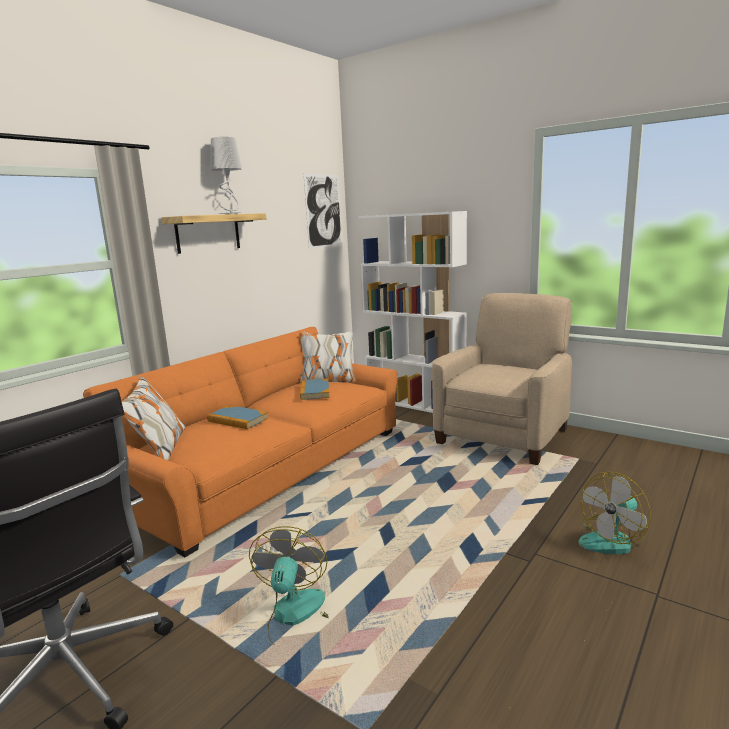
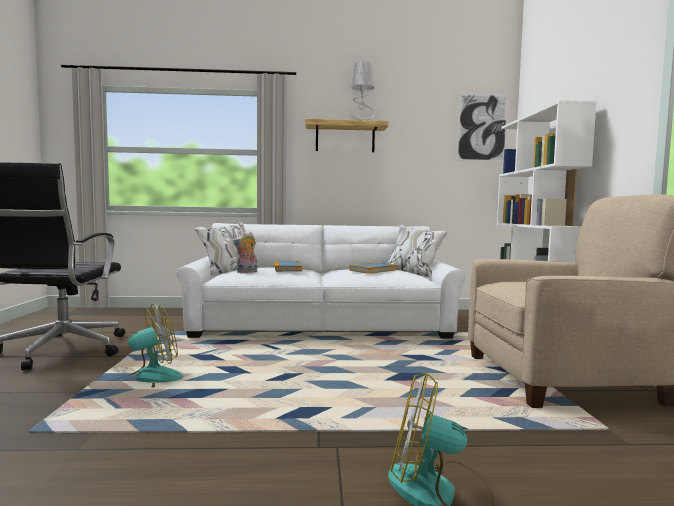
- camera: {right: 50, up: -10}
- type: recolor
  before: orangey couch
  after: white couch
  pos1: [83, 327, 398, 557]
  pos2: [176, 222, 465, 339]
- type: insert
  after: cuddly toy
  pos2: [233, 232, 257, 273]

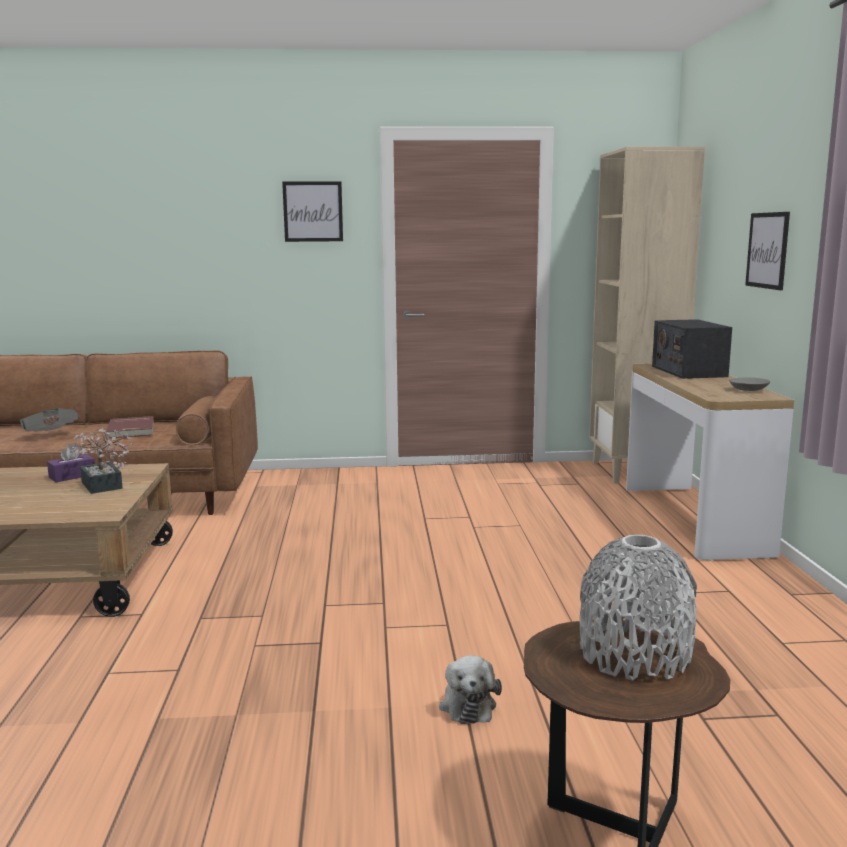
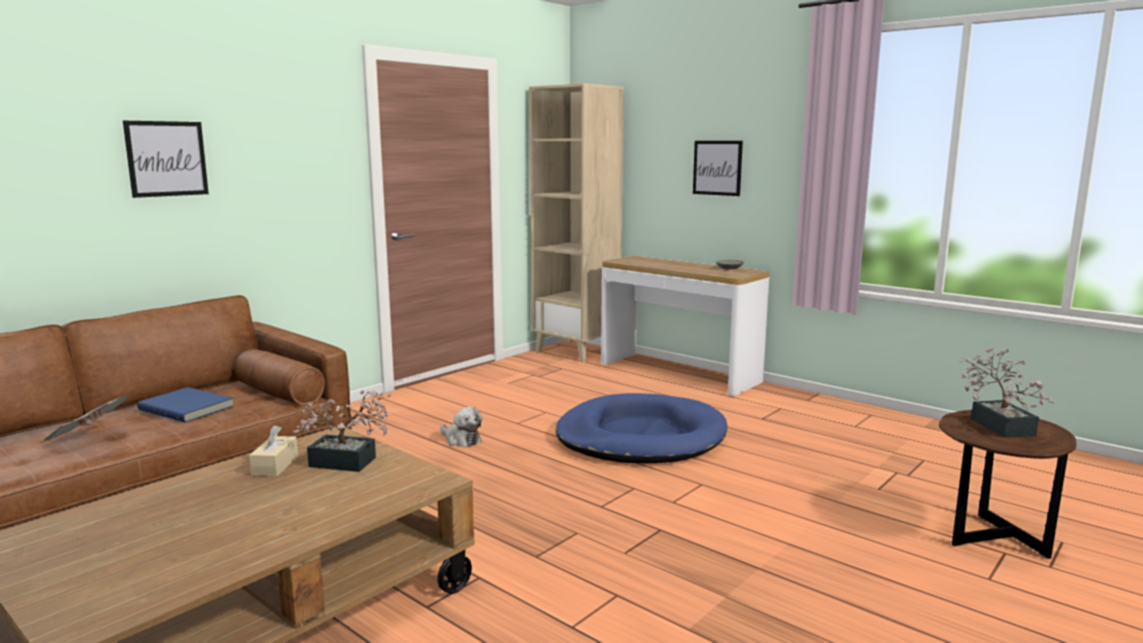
- camera: {right: -45, up: 0}
- type: move
  before: picture
  pos1: [282, 181, 343, 242]
  pos2: [123, 121, 209, 198]
- type: delete
  before: radio set
  pos1: [652, 319, 732, 379]
- type: recolor
  before: red-coloured volume
  after: blue-coloured volume
  pos1: [105, 416, 154, 438]
  pos2: [137, 387, 234, 423]
- type: recolor
  before: purple tissue holder
  after: sand-coloured tissue holder
  pos1: [47, 444, 95, 482]
  pos2: [249, 425, 298, 477]
- type: replace
  before: grey vase
  after: potted plant
  pos1: [579, 535, 697, 680]
  pos2: [959, 347, 1055, 438]
- type: move
  before: cuddly toy
  pos1: [439, 655, 502, 724]
  pos2: [440, 406, 482, 447]
- type: insert
  after: blue-coloured pet bed
  pos2: [556, 393, 727, 464]

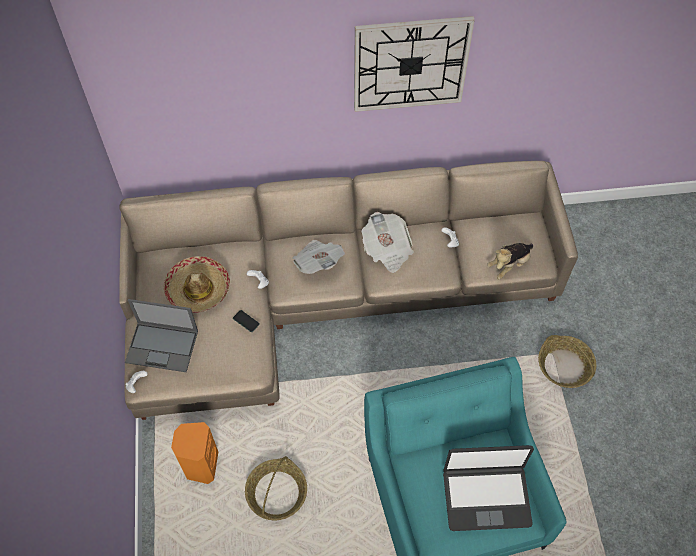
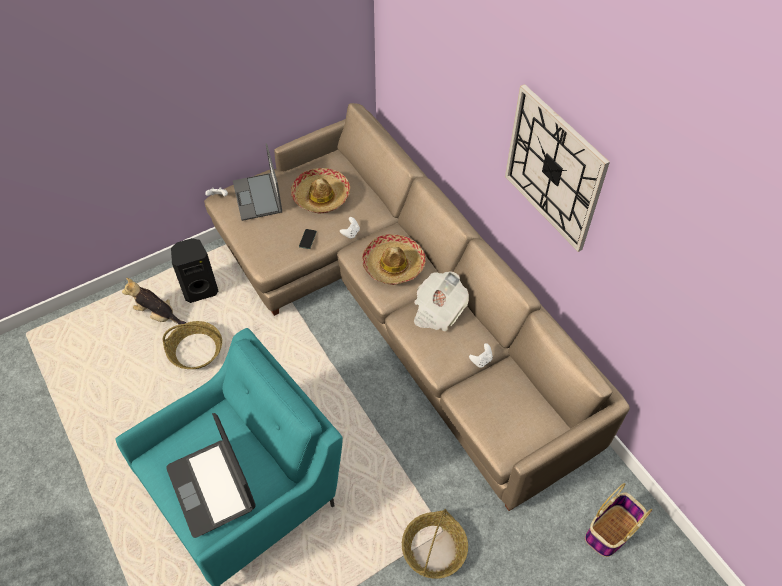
- camera: {right: 65, up: -5}
- type: replace
  before: printed paper
  after: wearable hat
  pos1: [292, 240, 345, 274]
  pos2: [362, 234, 426, 285]
- type: move
  before: cuddly toy
  pos1: [487, 243, 533, 280]
  pos2: [122, 278, 186, 325]
- type: recolor
  before: orangey loudspeaker
  after: blackish loudspeaker
  pos1: [171, 422, 218, 484]
  pos2: [171, 238, 218, 303]
- type: insert
  after: basket
  pos2: [585, 483, 652, 557]

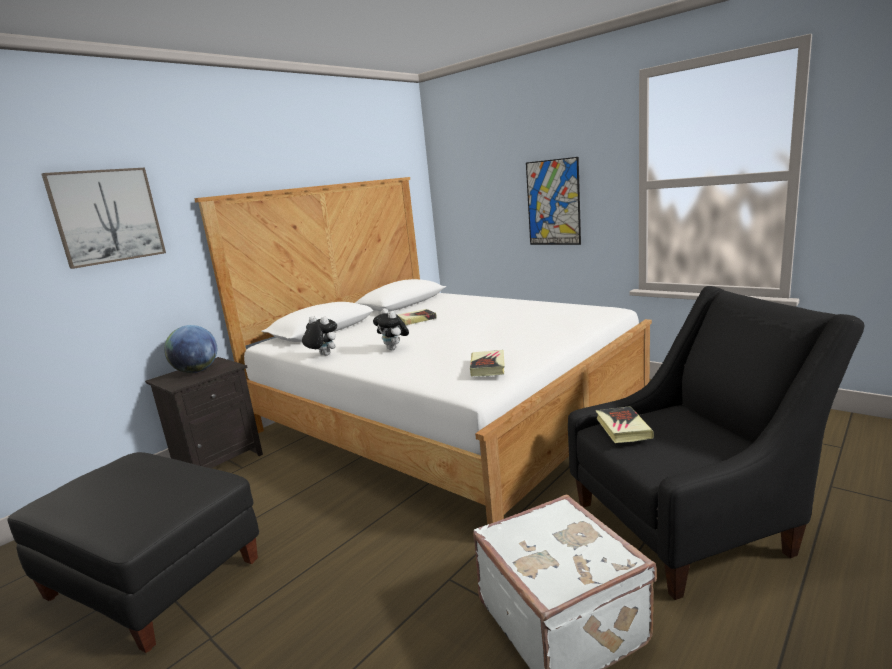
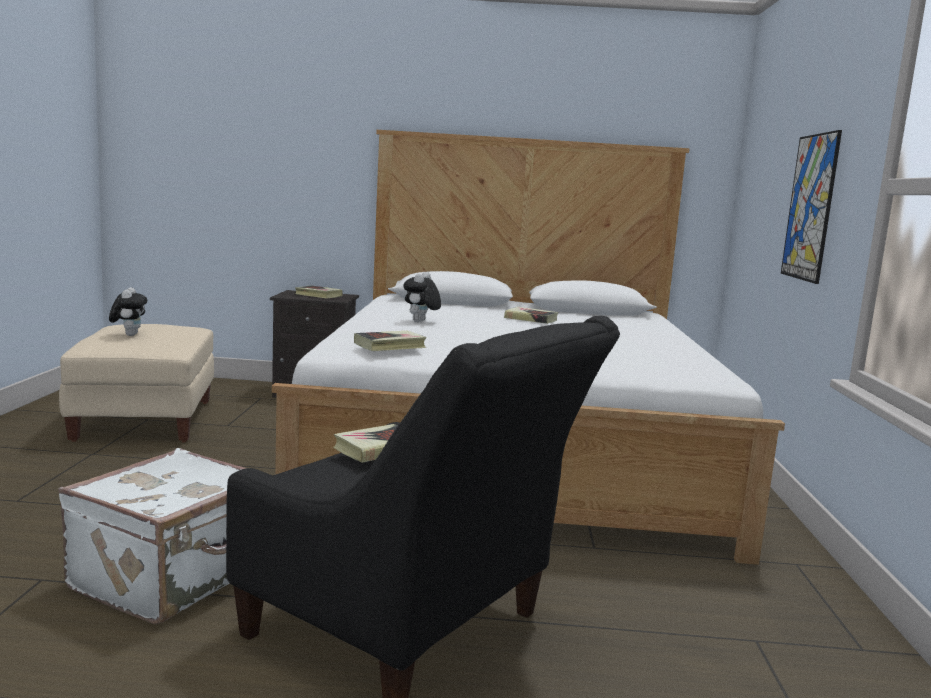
- camera: {right: 50, up: -5}
- type: delete
  before: picture
  pos1: [41, 168, 166, 269]
- type: move
  before: cuddly toy
  pos1: [302, 316, 337, 356]
  pos2: [109, 287, 147, 336]
- type: replace
  before: world globe
  after: volume
  pos1: [164, 325, 217, 373]
  pos2: [295, 285, 343, 299]
- type: recolor
  before: blackish ottoman
  after: sand-coloured ottoman
  pos1: [7, 452, 259, 653]
  pos2: [59, 324, 214, 442]

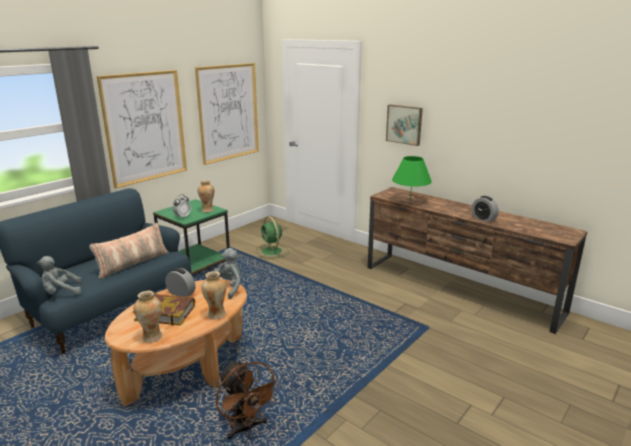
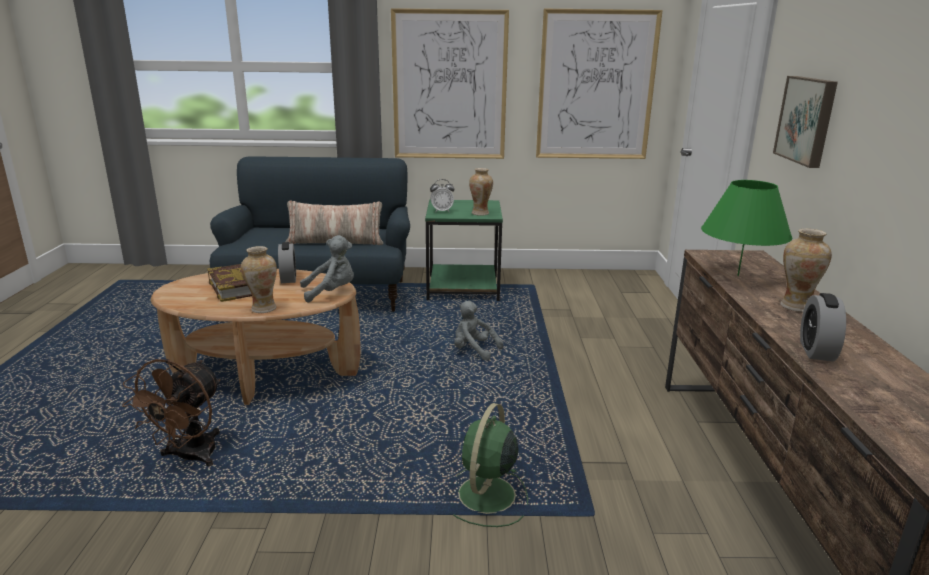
- camera: {right: 50, up: 0}
- type: move
  before: green fan
  pos1: [256, 216, 289, 259]
  pos2: [453, 403, 528, 527]
- type: move
  before: grey cuddly toy
  pos1: [37, 256, 82, 294]
  pos2: [454, 301, 503, 361]
- type: move
  before: vase
  pos1: [133, 291, 162, 342]
  pos2: [780, 229, 832, 312]

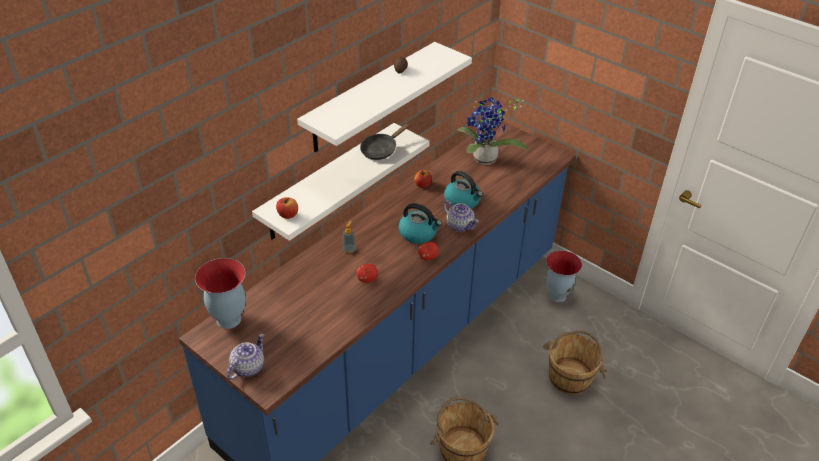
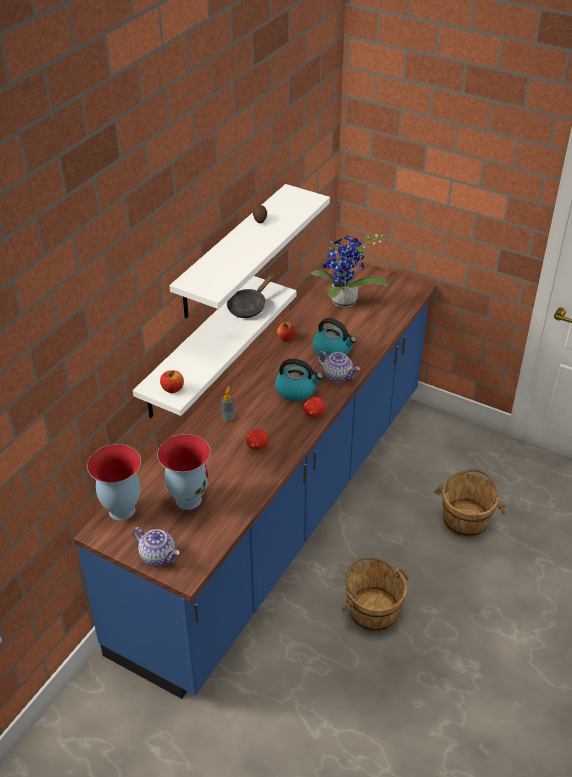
- camera: {right: -10, up: 0}
- type: move
  before: vase
  pos1: [546, 251, 582, 302]
  pos2: [157, 434, 210, 510]
- type: rotate
  before: teapot
  pos1: [226, 334, 264, 380]
  pos2: [133, 527, 180, 566]
  turn: 105

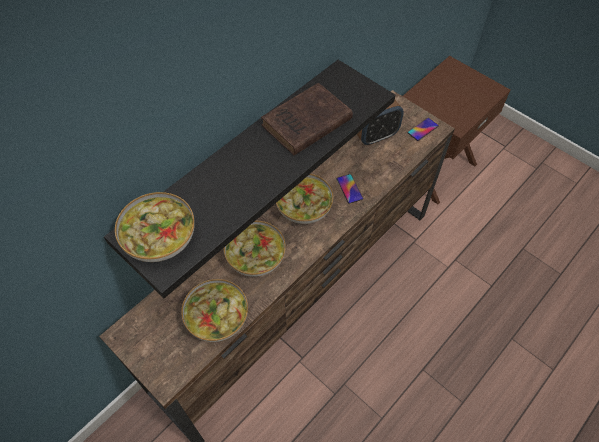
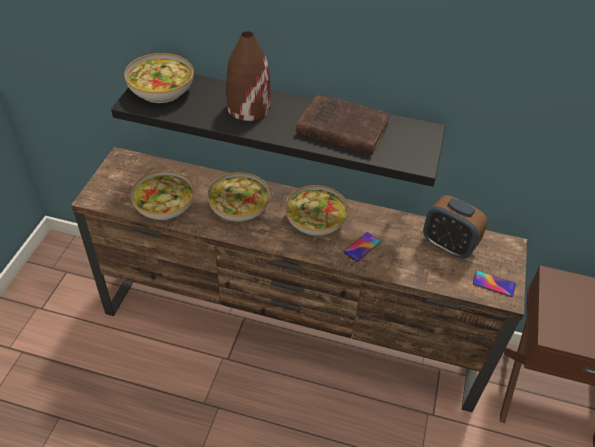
- camera: {right: 60, up: -10}
- type: insert
  after: brownish vase
  pos2: [226, 31, 271, 121]

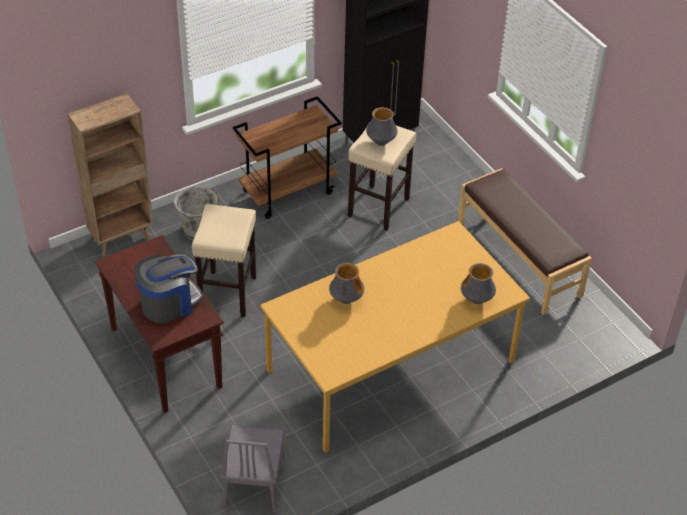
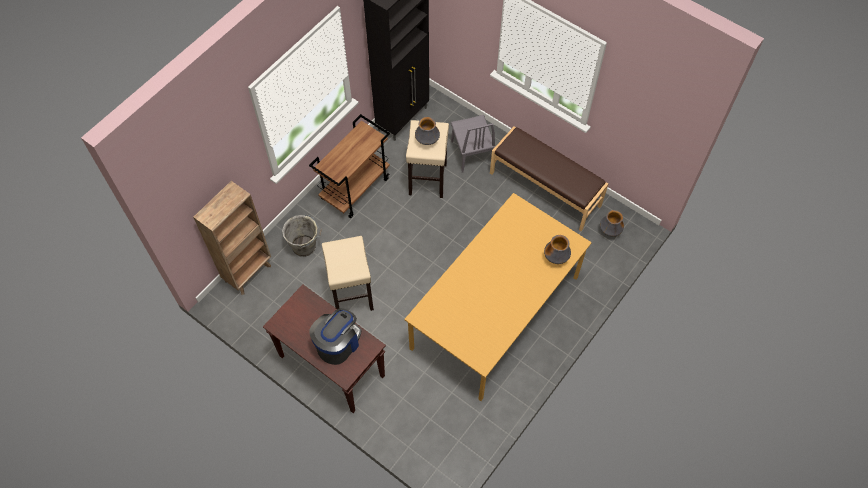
- camera: {right: -20, up: 15}
- type: move
  before: vase
  pos1: [329, 263, 364, 304]
  pos2: [600, 210, 624, 236]
- type: move
  before: grey plain chair
  pos1: [221, 425, 285, 512]
  pos2: [451, 115, 496, 173]

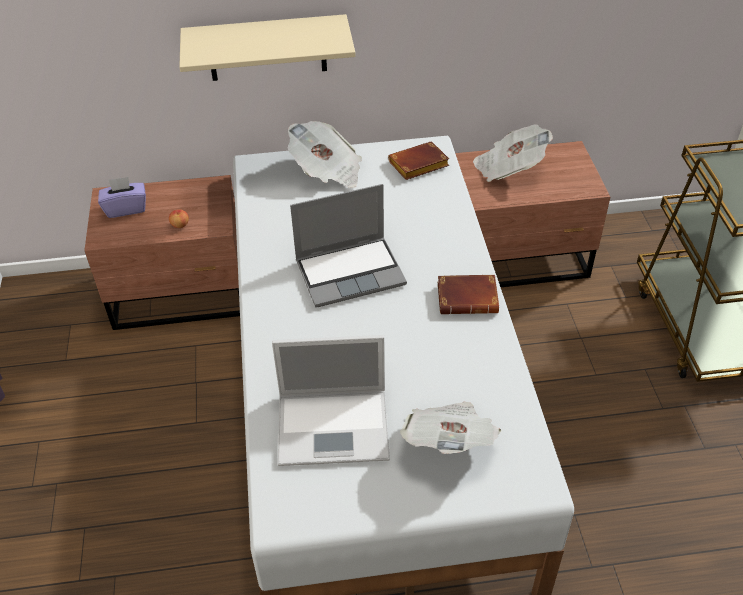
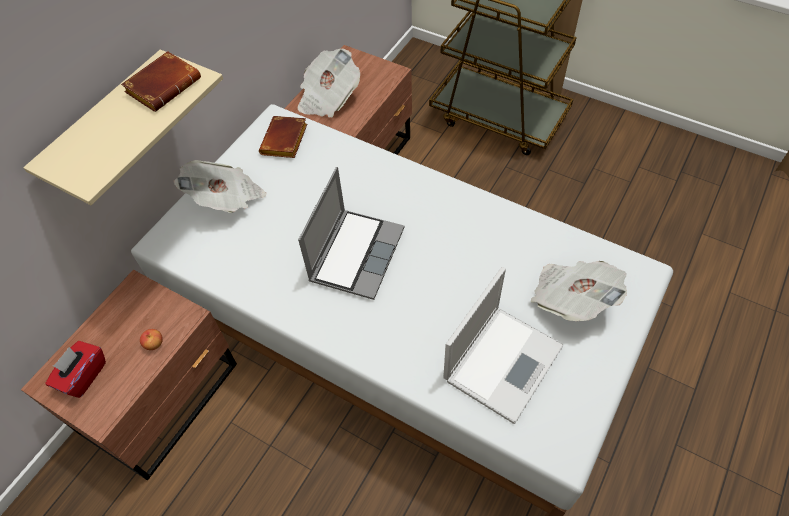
- camera: {right: -50, up: 10}
- type: recolor
  before: purple tissue holder
  after: red-coloured tissue holder
  pos1: [98, 177, 146, 218]
  pos2: [46, 341, 106, 398]
- type: move
  before: brownish volume
  pos1: [438, 275, 499, 315]
  pos2: [121, 51, 201, 112]

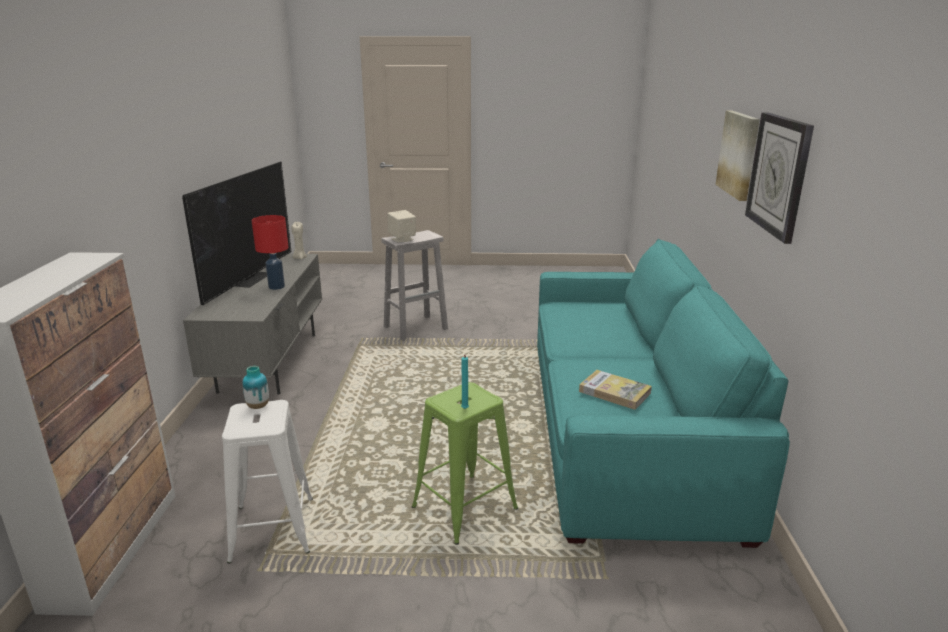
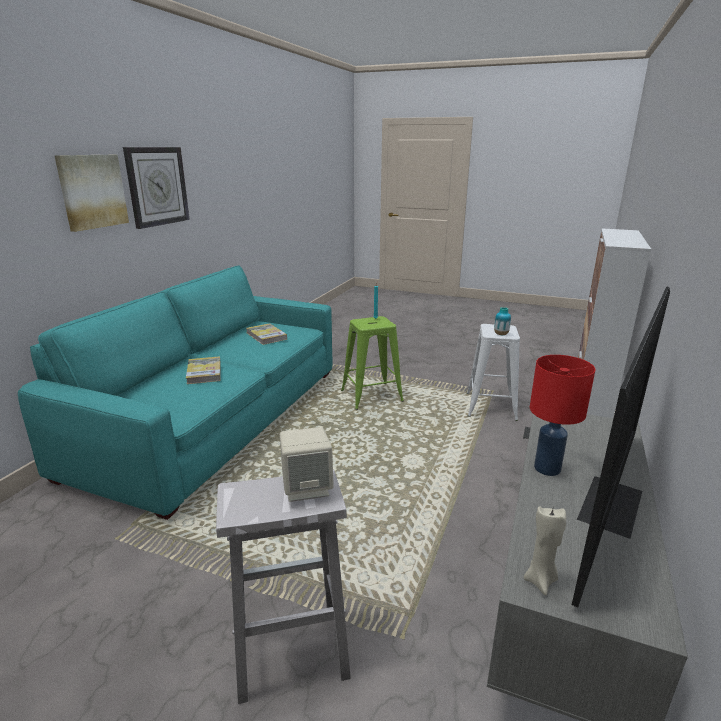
- camera: {right: -160, up: 0}
- type: insert
  after: volume
  pos2: [186, 356, 221, 384]

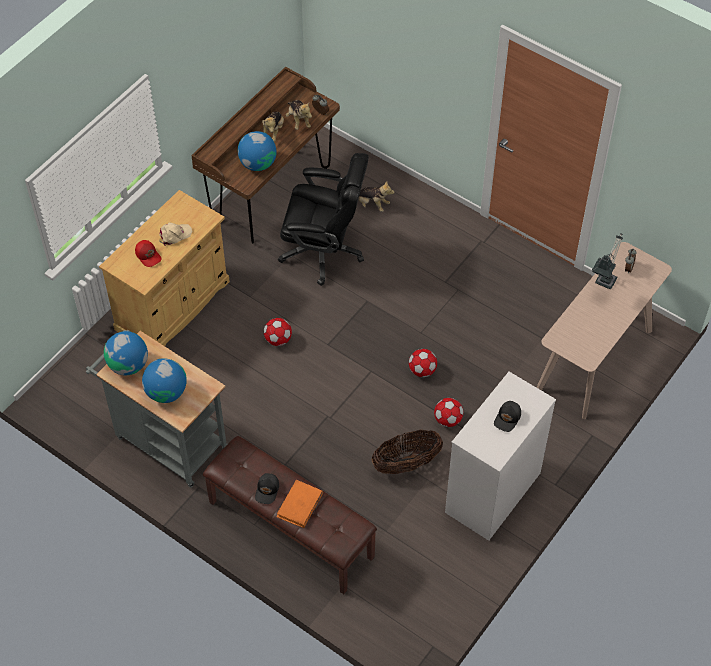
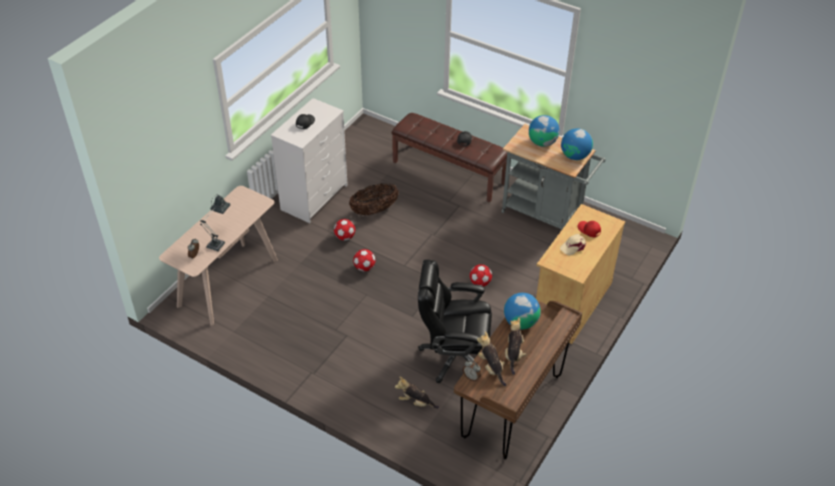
- camera: {right: 175, up: -10}
- type: delete
  before: orangey volume
  pos1: [277, 480, 323, 528]

